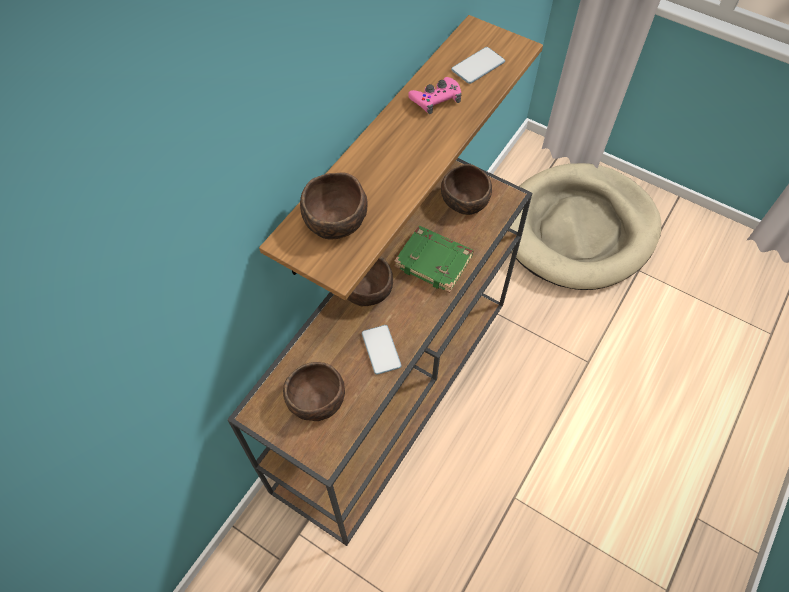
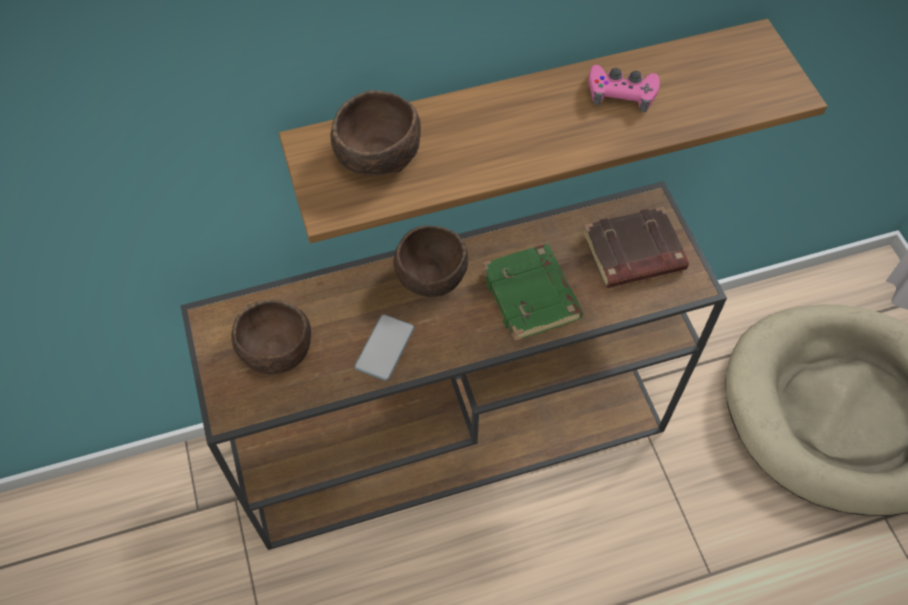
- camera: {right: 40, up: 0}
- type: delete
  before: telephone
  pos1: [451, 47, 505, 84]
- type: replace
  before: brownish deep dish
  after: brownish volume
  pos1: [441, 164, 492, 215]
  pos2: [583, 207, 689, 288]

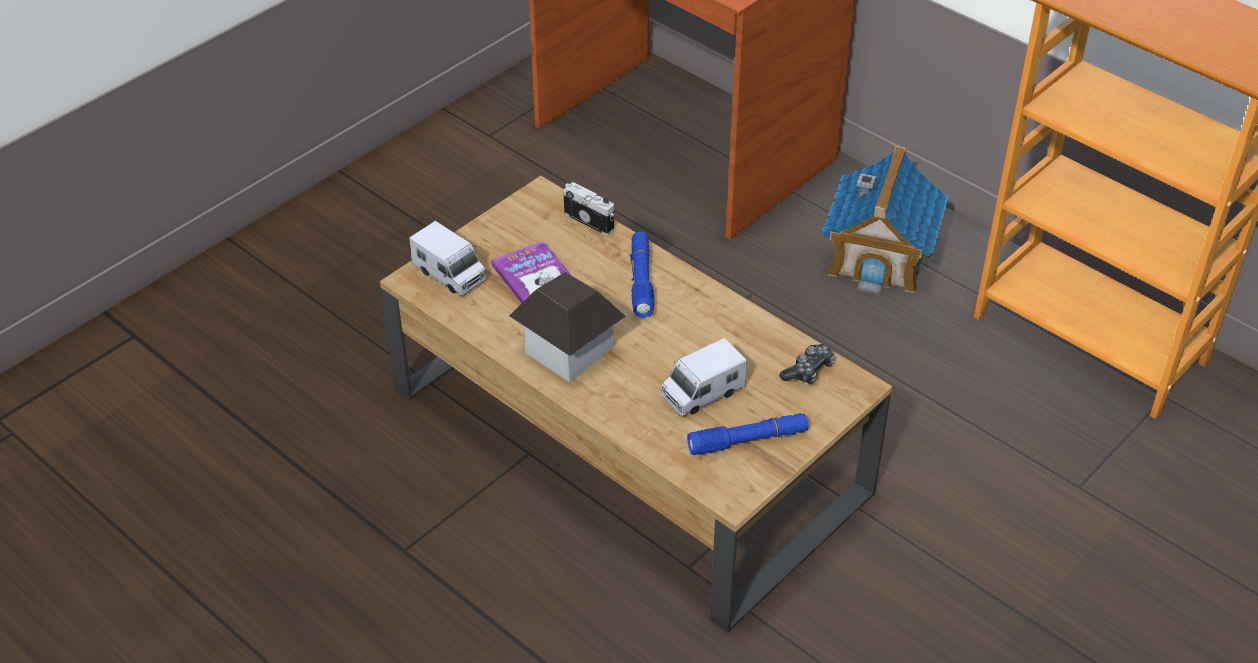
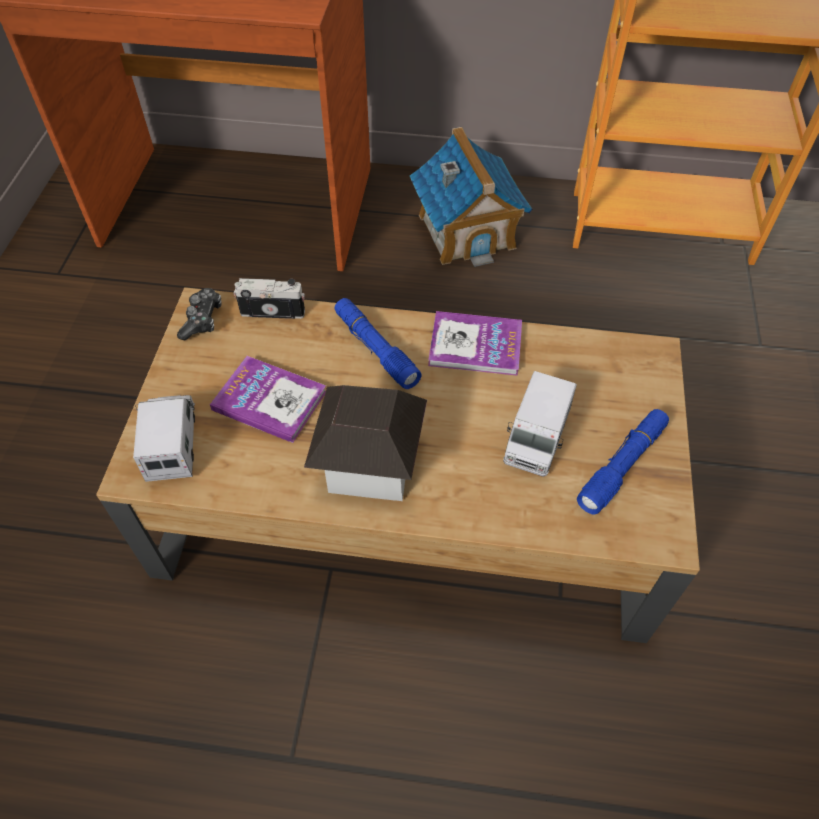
- camera: {right: -35, up: 10}
- type: rotate
  before: toy truck
  pos1: [409, 221, 487, 296]
  pos2: [133, 395, 195, 482]
  turn: -105
- type: move
  before: game controller
  pos1: [779, 344, 835, 384]
  pos2: [177, 288, 221, 340]
- type: insert
  after: volume
  pos2: [428, 311, 522, 376]

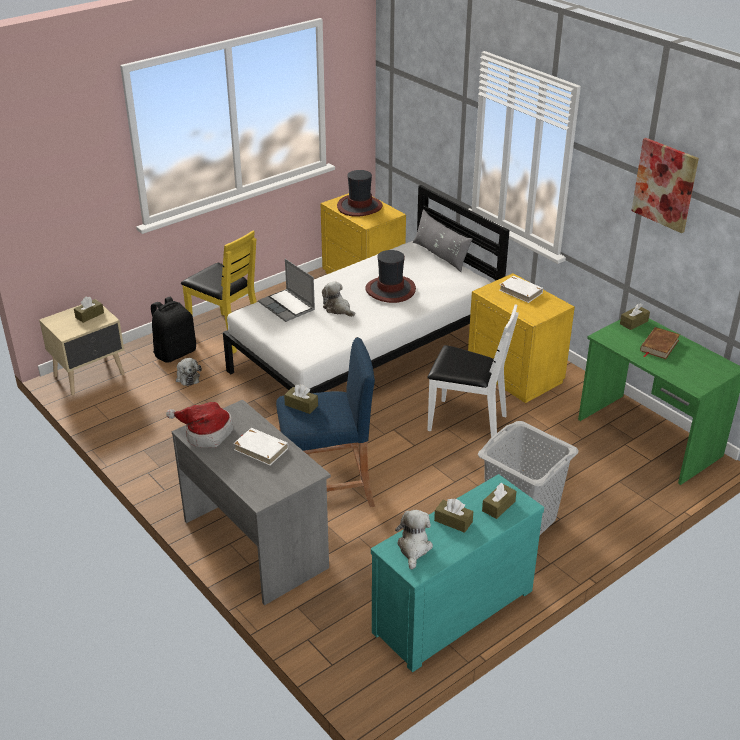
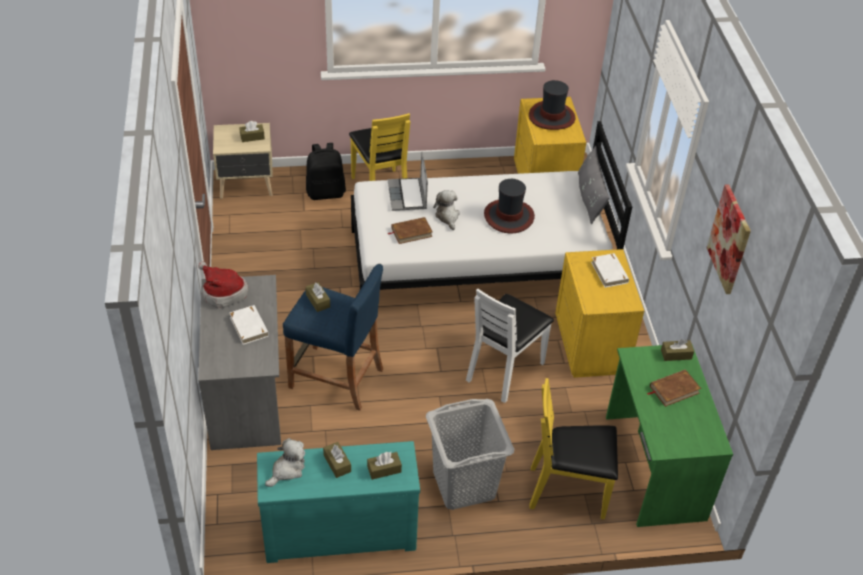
- camera: {right: 30, up: 10}
- type: rotate
  before: white plain chair
  pos1: [427, 304, 519, 438]
  pos2: [466, 288, 554, 403]
  turn: 75
- type: delete
  before: cuddly toy
  pos1: [176, 358, 202, 386]
- type: insert
  after: brownish volume
  pos2: [388, 217, 433, 244]
- type: insert
  after: yellow plain chair
  pos2: [529, 378, 618, 519]

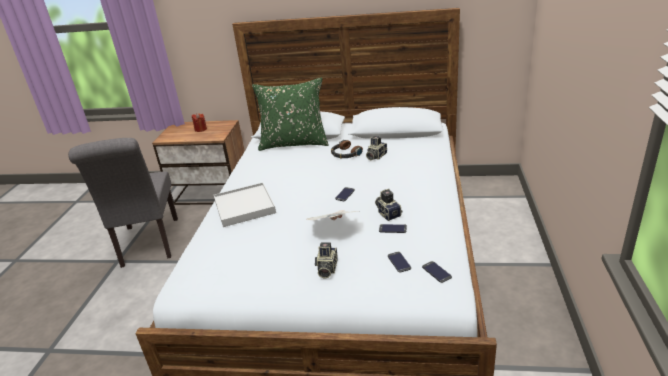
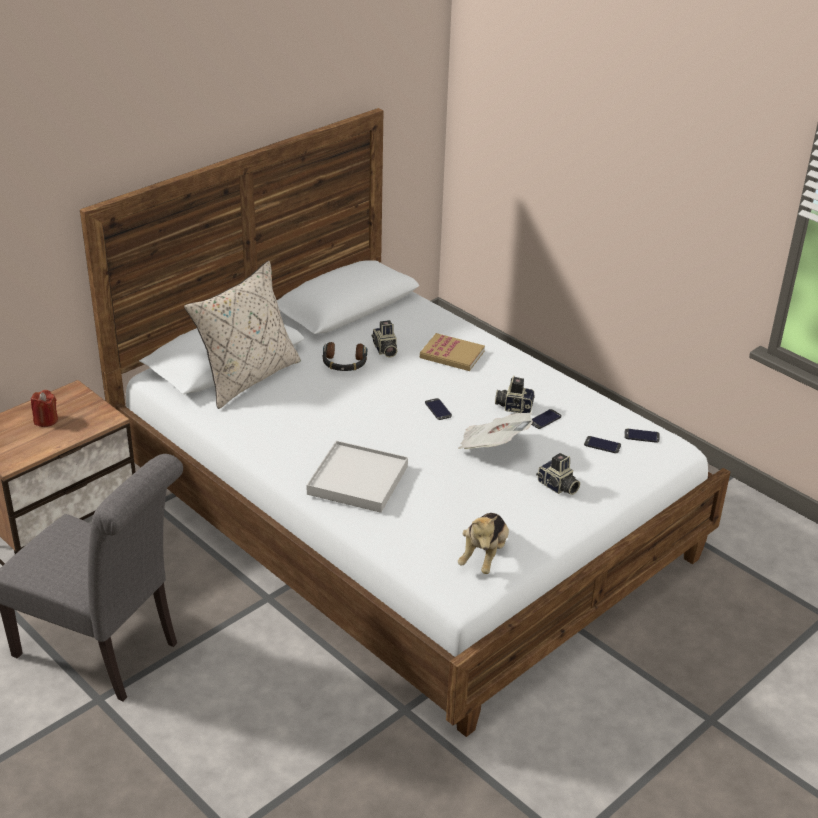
- camera: {right: -55, up: 5}
- type: recolor
  before: green throw pillow
  after: sand-coloured throw pillow
  pos1: [252, 77, 329, 151]
  pos2: [184, 261, 301, 409]
- type: insert
  after: volume
  pos2: [420, 333, 485, 371]
- type: insert
  after: cuddly toy
  pos2: [458, 513, 509, 574]

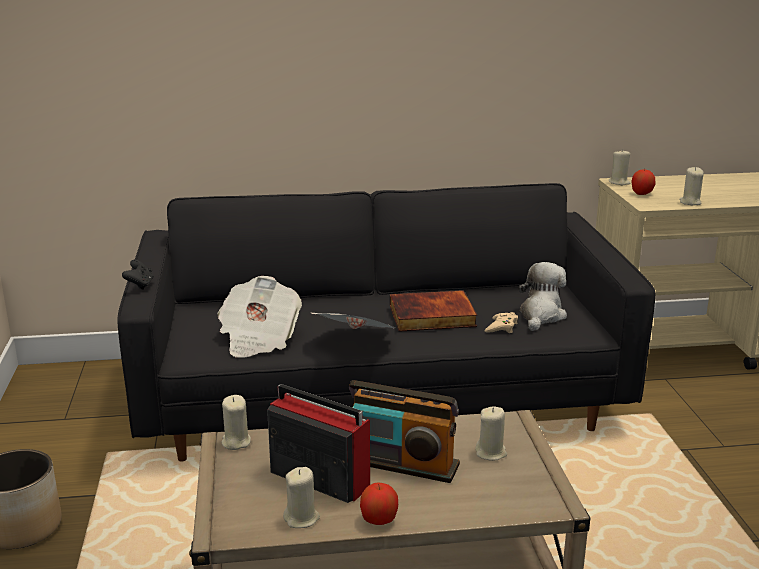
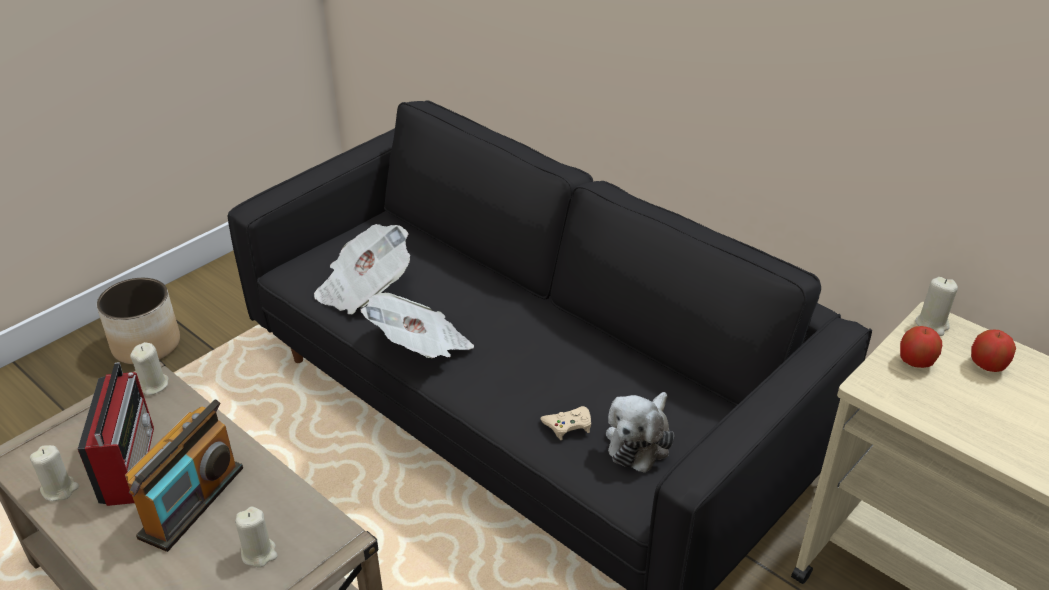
- camera: {right: 50, up: 15}
- type: delete
  before: sand-coloured wax light
  pos1: [679, 167, 704, 205]
- type: delete
  before: blackish game controller
  pos1: [122, 260, 154, 290]
- type: rotate
  before: cuddly toy
  pos1: [518, 262, 567, 331]
  pos2: [606, 392, 675, 473]
  turn: 135
- type: delete
  before: volume
  pos1: [390, 290, 477, 332]
- type: rotate
  before: radio set
  pos1: [349, 380, 460, 483]
  pos2: [125, 399, 243, 552]
  turn: -135
- type: move
  before: apple fruit
  pos1: [360, 482, 398, 525]
  pos2: [971, 330, 1016, 372]

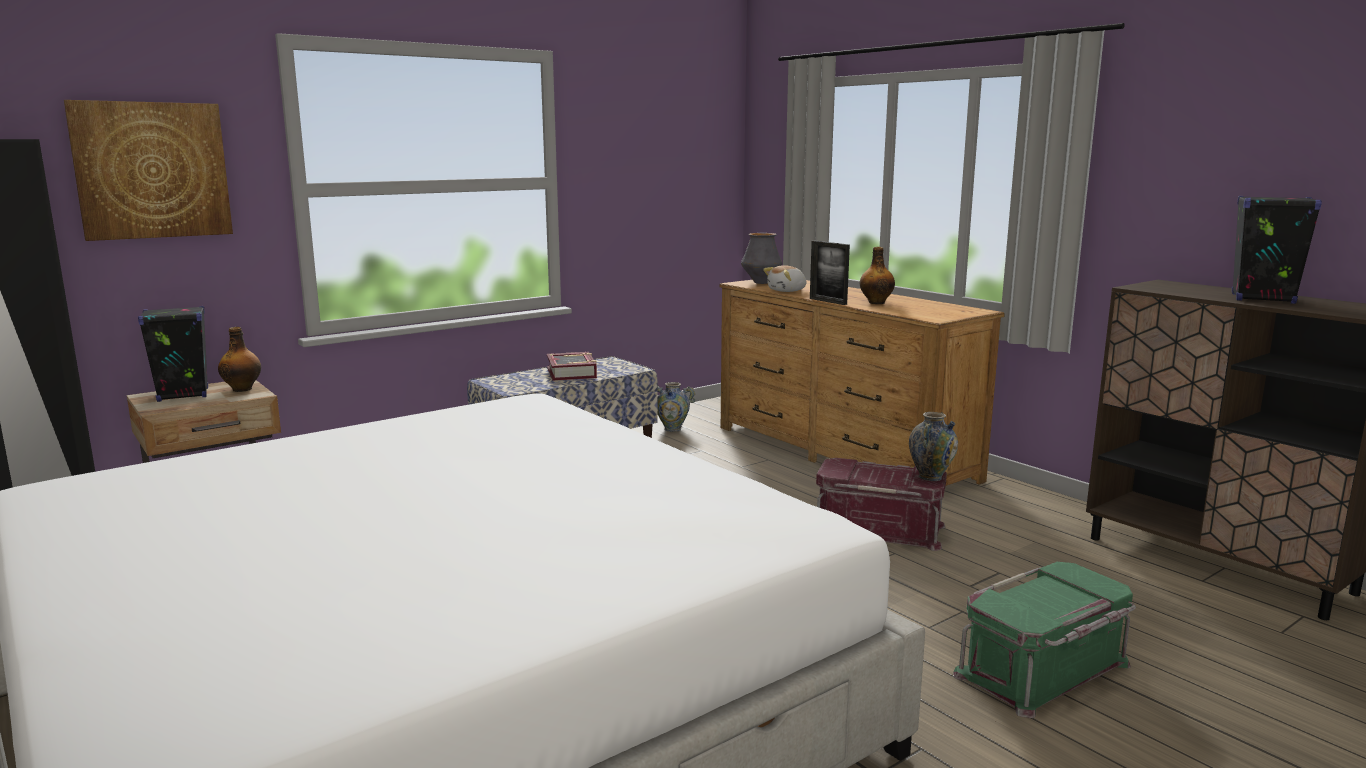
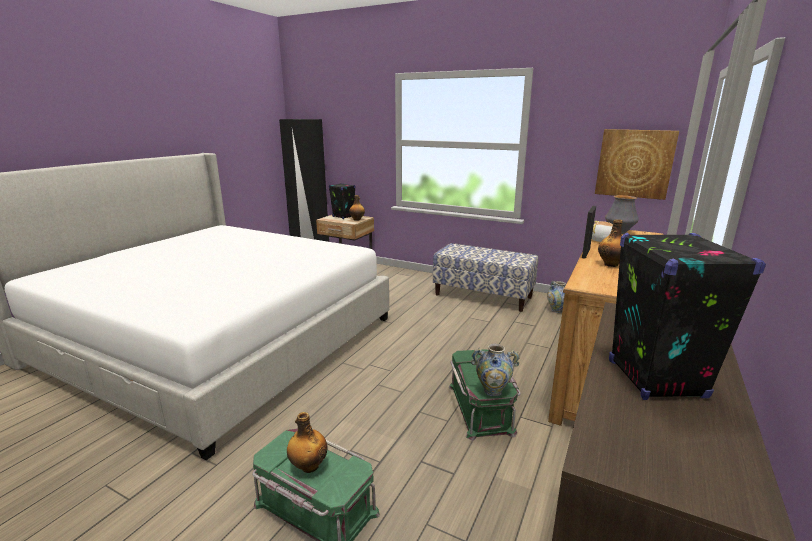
- camera: {right: 65, up: 5}
- type: move
  before: picture
  pos1: [64, 100, 233, 241]
  pos2: [595, 129, 679, 200]
- type: delete
  before: volume
  pos1: [547, 352, 597, 381]
- type: recolor
  before: red-coloured storage bin
  after: green storage bin
  pos1: [816, 458, 947, 551]
  pos2: [448, 349, 521, 441]
- type: insert
  after: bottle
  pos2: [287, 412, 327, 473]

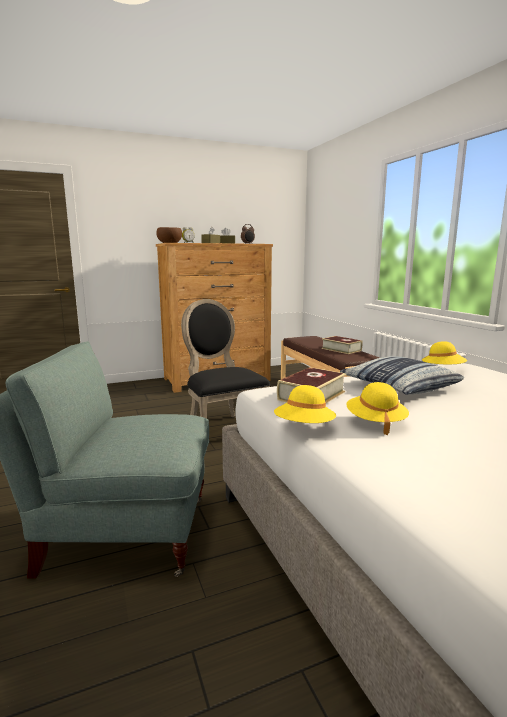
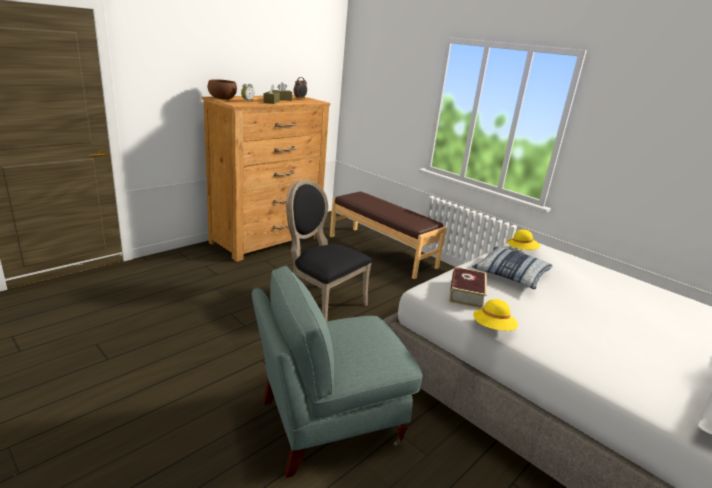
- camera: {right: -25, up: 10}
- type: delete
  before: volume
  pos1: [322, 336, 362, 354]
- type: delete
  before: yellow wearable hat
  pos1: [346, 382, 409, 435]

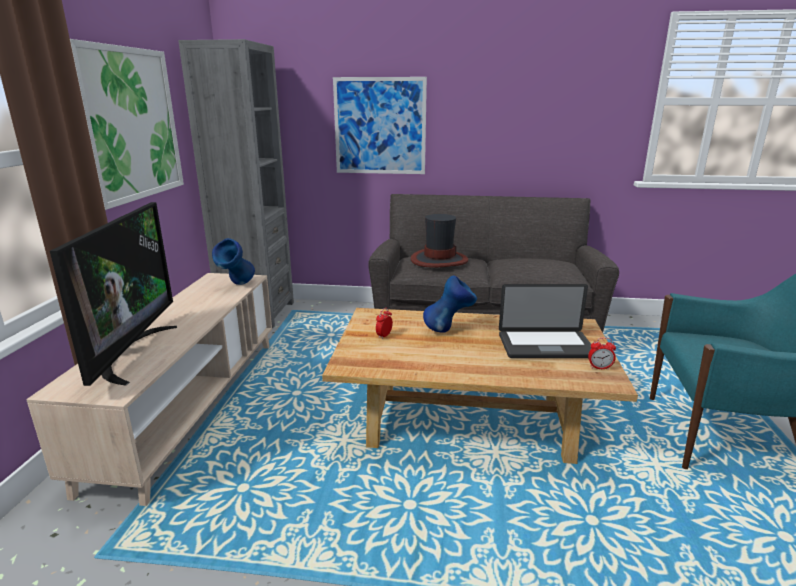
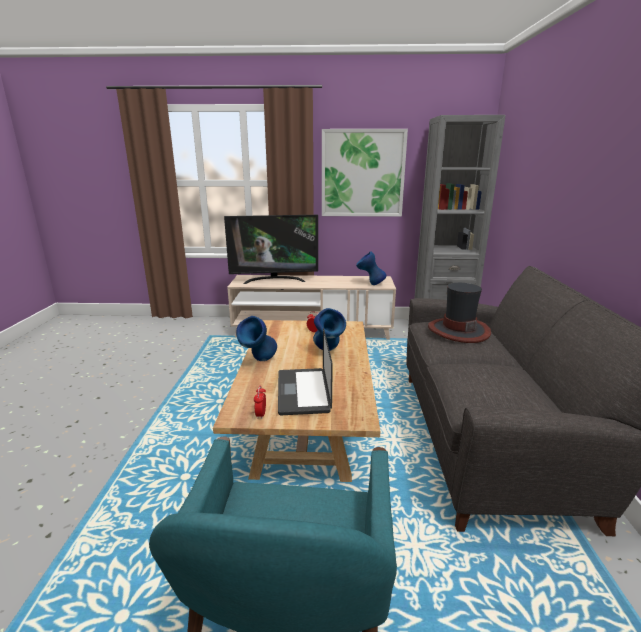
- camera: {right: 85, up: 0}
- type: delete
  before: picture
  pos1: [333, 77, 427, 174]
- type: insert
  after: blue-coloured vase
  pos2: [236, 316, 277, 361]

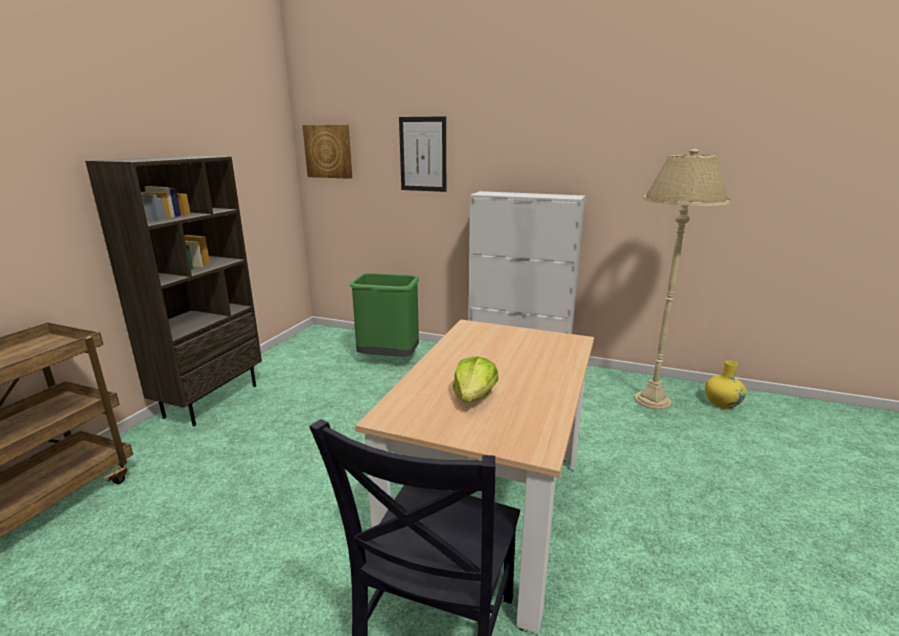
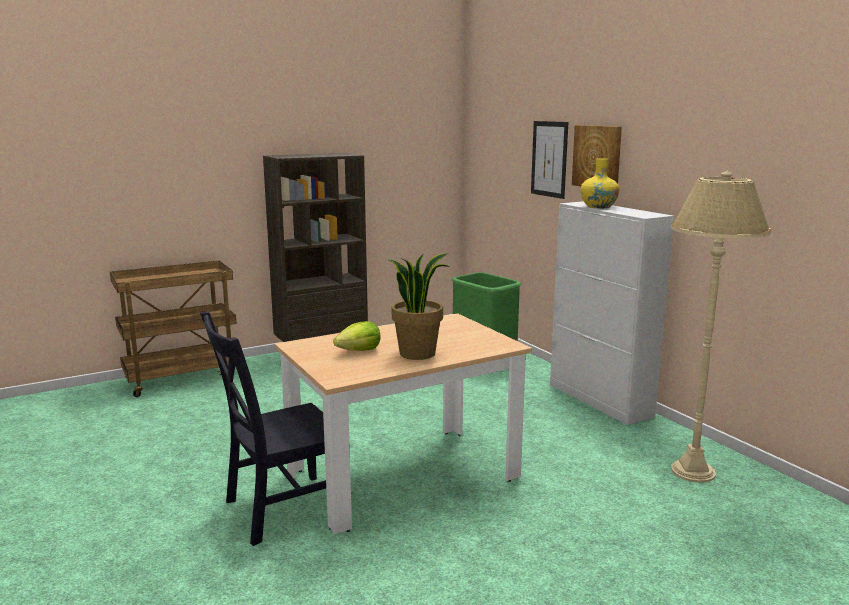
- camera: {right: 40, up: -5}
- type: move
  before: picture
  pos1: [302, 125, 352, 179]
  pos2: [572, 125, 622, 186]
- type: move
  before: yellow vase
  pos1: [705, 360, 747, 409]
  pos2: [580, 158, 620, 208]
- type: insert
  after: potted plant
  pos2: [388, 253, 450, 360]

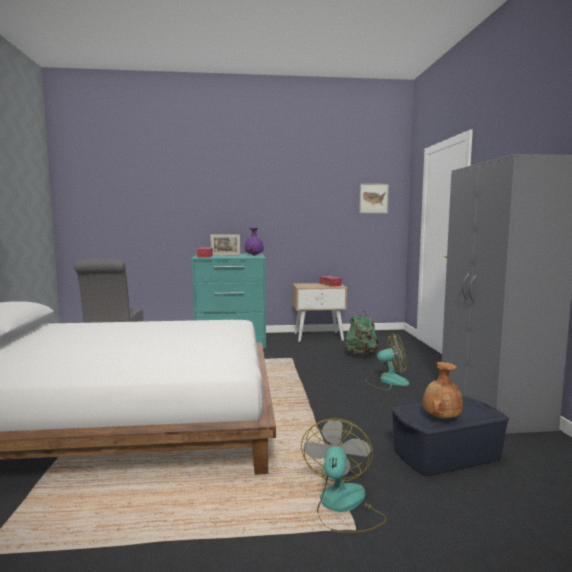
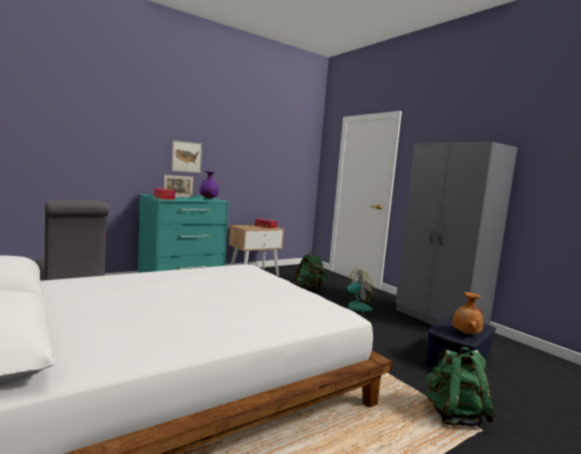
- camera: {right: -30, up: 0}
- type: move
  before: picture
  pos1: [359, 183, 389, 213]
  pos2: [171, 140, 202, 173]
- type: replace
  before: fan
  after: green rucksack
  pos1: [301, 418, 387, 533]
  pos2: [426, 347, 495, 427]

